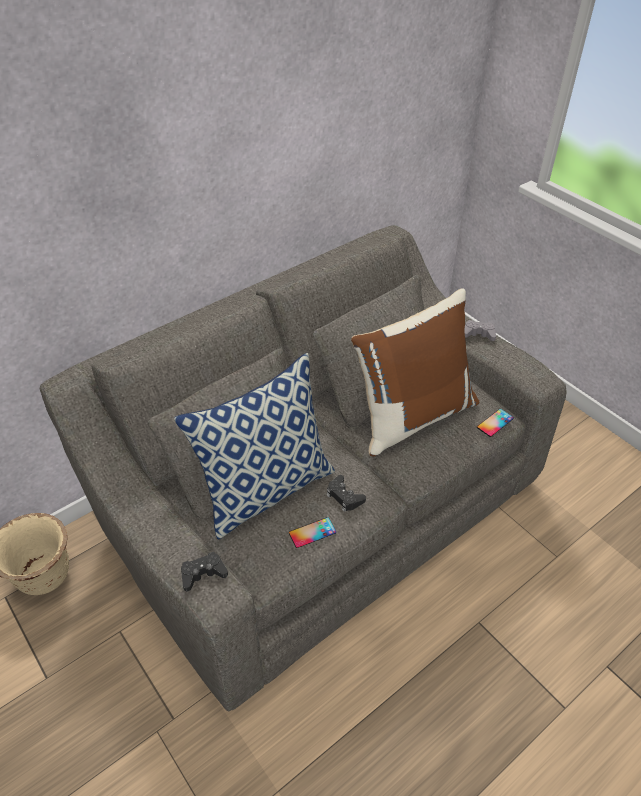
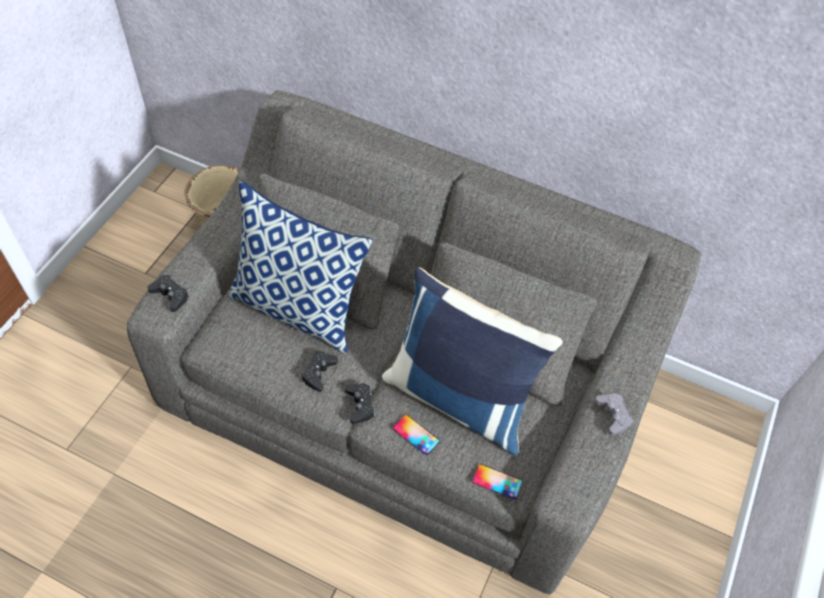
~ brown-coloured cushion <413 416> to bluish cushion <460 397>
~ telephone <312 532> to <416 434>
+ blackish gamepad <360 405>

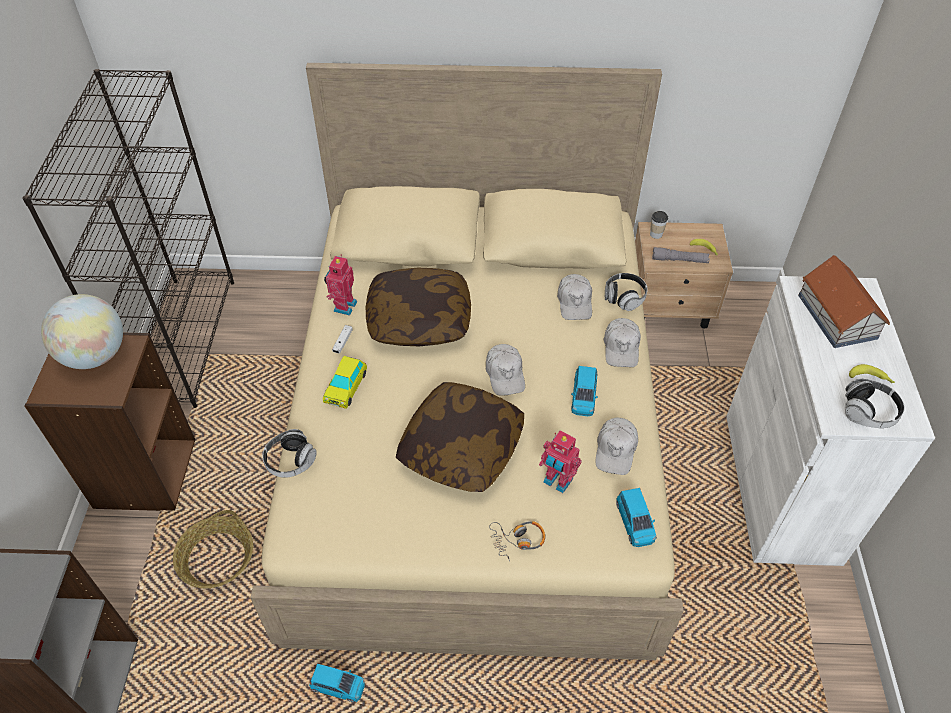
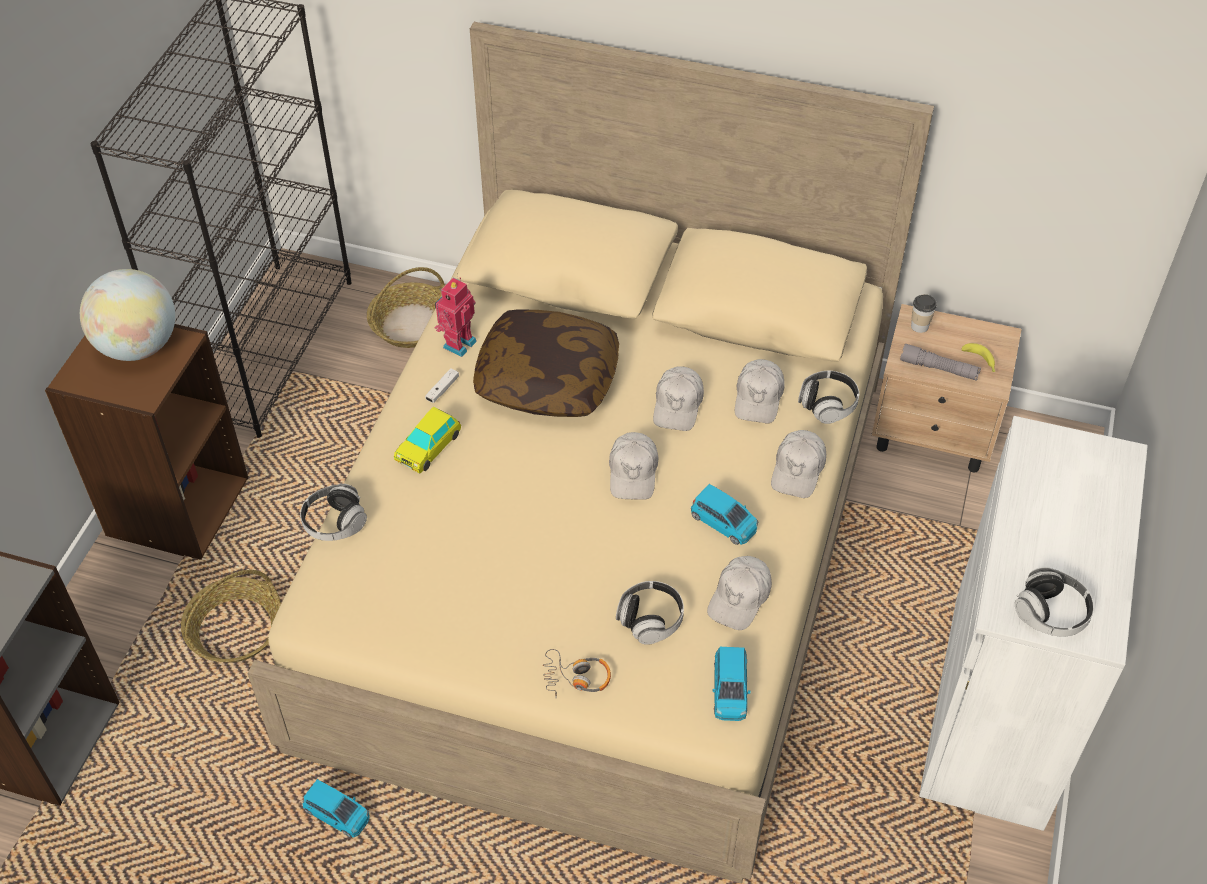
- toy house <837 315>
- banana fruit <870 378>
~ bluish model car <583 397> = <723 523> 75 degrees counterclockwise
- cushion <461 448>
~ model robot <557 482> to pair of headphones <650 620>
+ basket <411 324>
+ white-coloured cap <678 405>

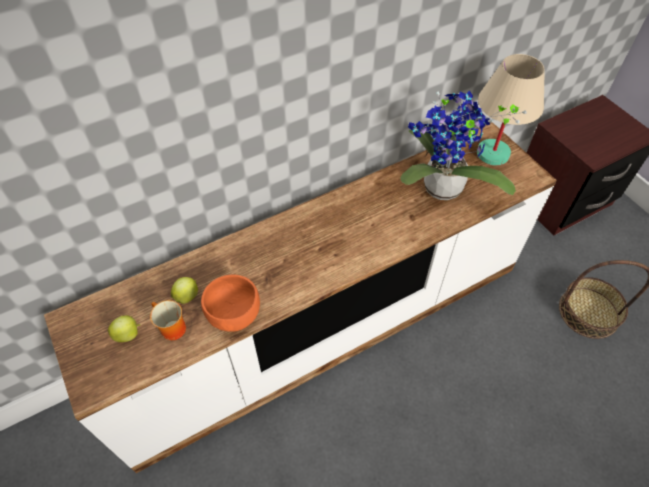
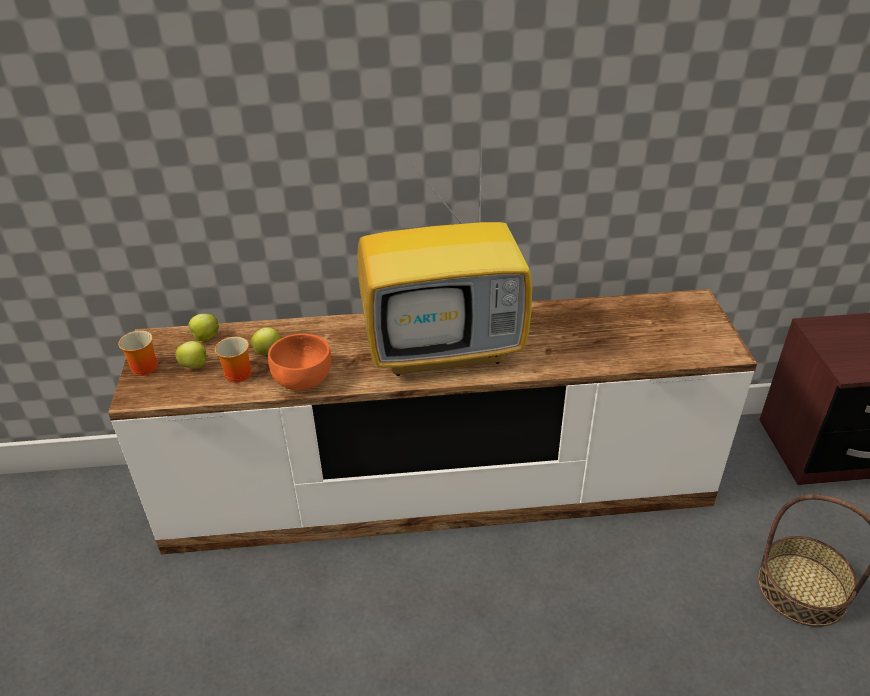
- beige tabletop lamp <492 154>
- plant in a pot <440 191>
+ television <446 348>
+ apple <205 338>
+ coffee mug <141 366>

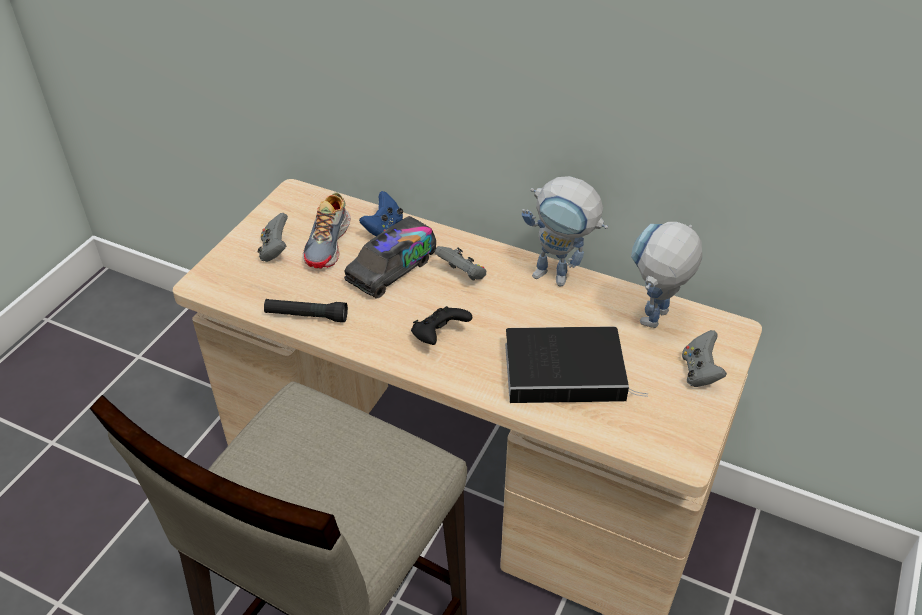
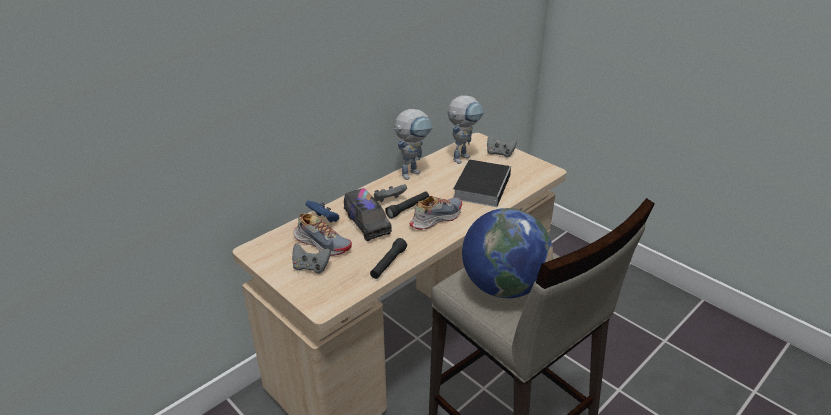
~ model robot <653 324> = <462 156> 105 degrees counterclockwise
~ blackish gamepad <439 336> to shoe <436 218>
+ blackish flashlight <408 209>
+ globe <503 286>

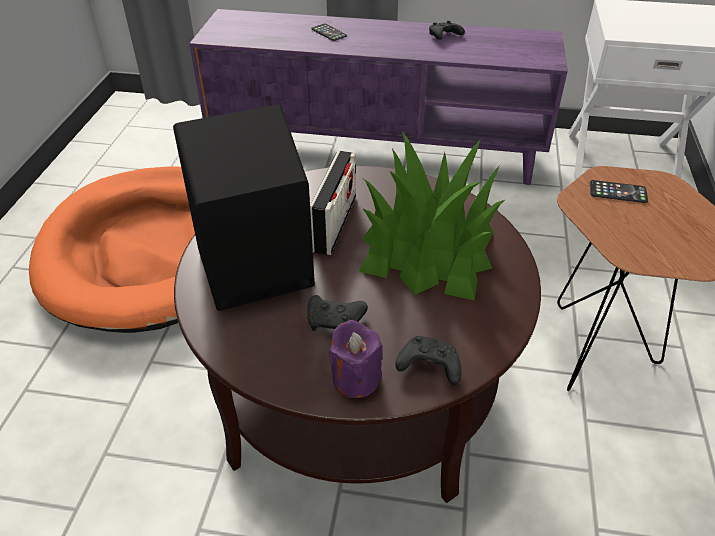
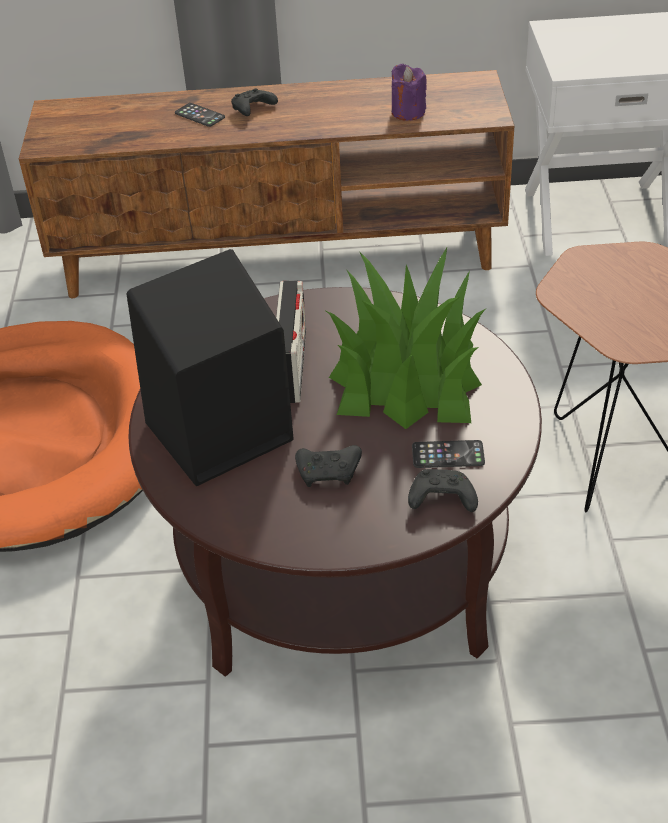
~ purplish tv unit <377 150> to brown-coloured tv unit <281 255>
~ blackish gamepad <444 37> to <252 110>
~ telephone <618 192> to <448 455>
~ purplish candle <355 379> to <408 112>

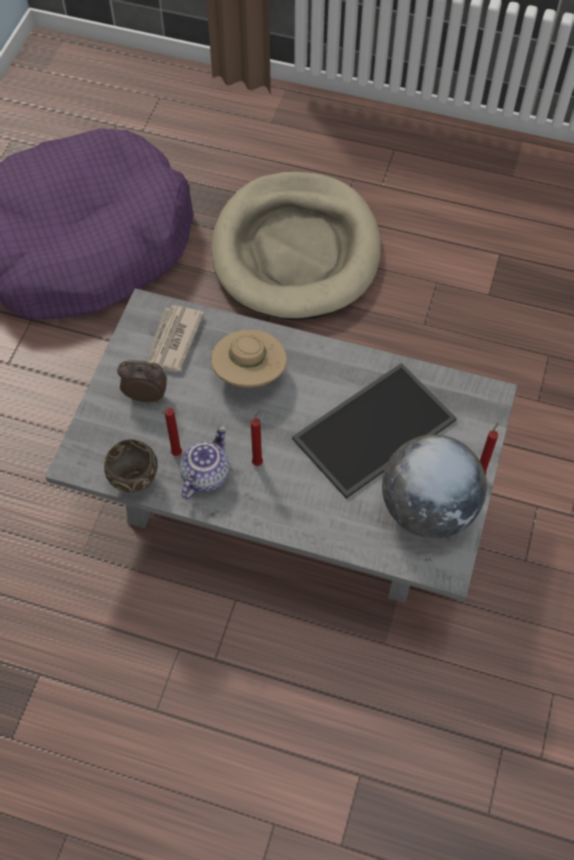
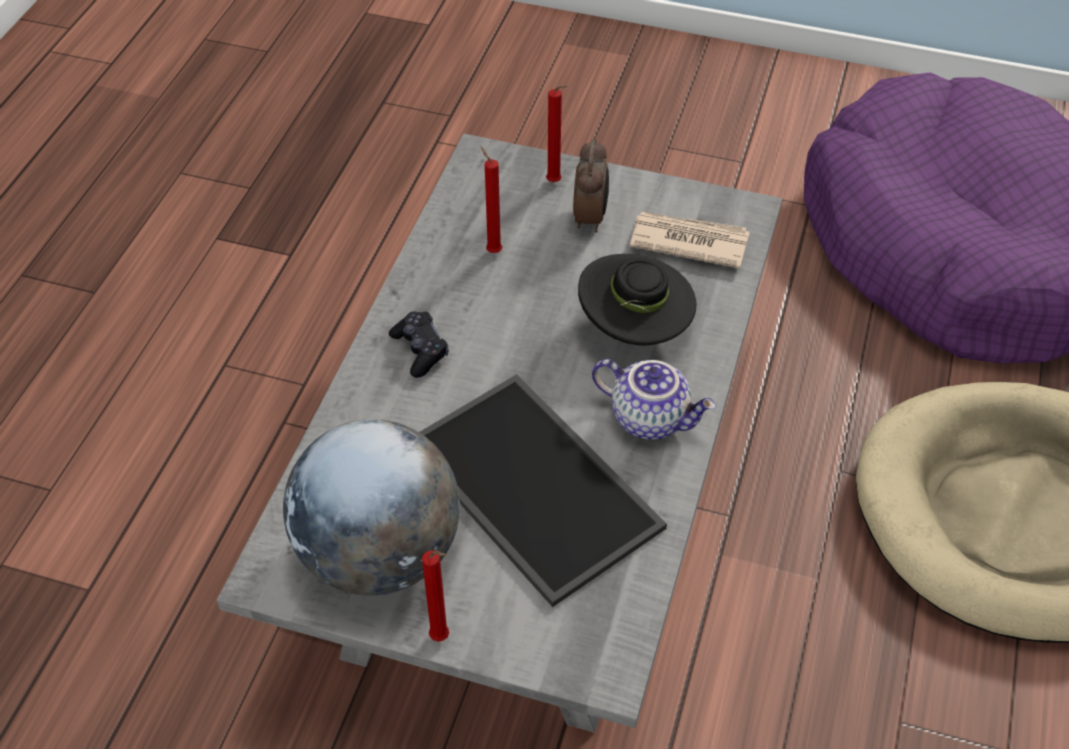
~ beige hat <250 374> to blackish hat <634 328>
~ reddish candle <258 462> to <556 183>
~ pot for tea <205 474> to <651 417>
- brown-coloured bowl <134 481>
+ blackish gamepad <420 350>

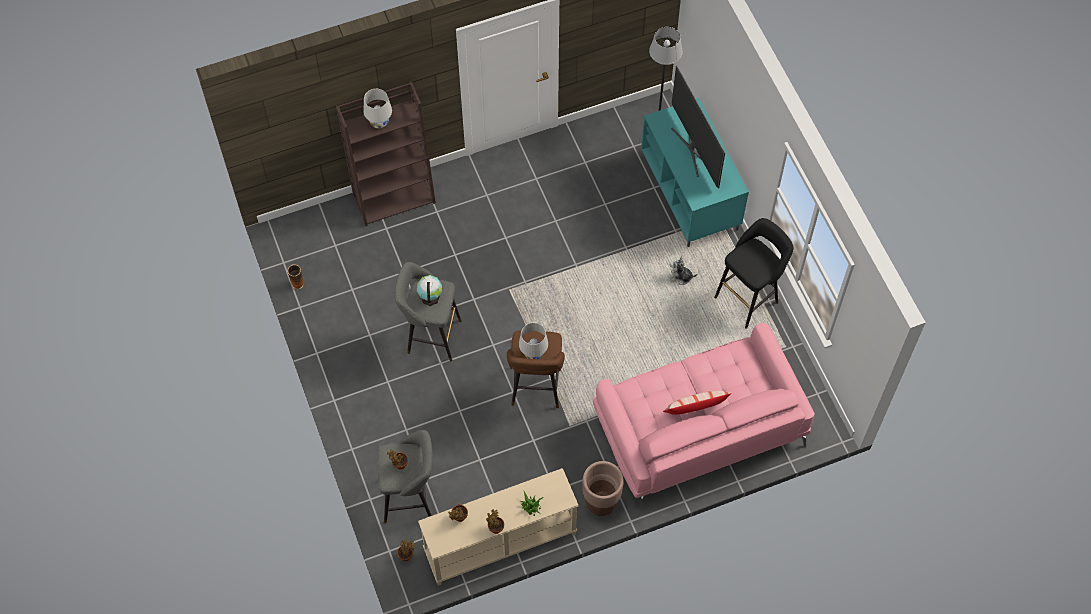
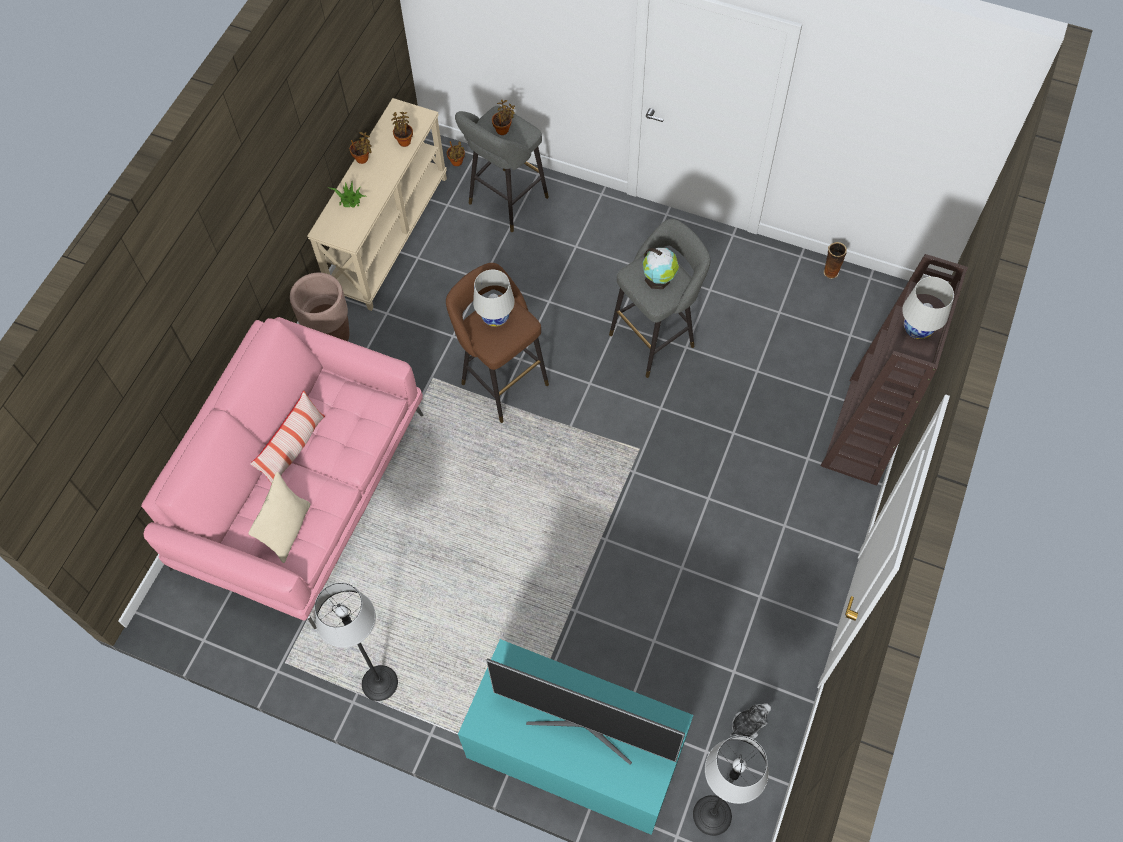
~ blackish stool seat <749 298> to standard lamp <379 683>
~ cuddly toy <680 277> to <747 724>
+ beige cushion <288 530>

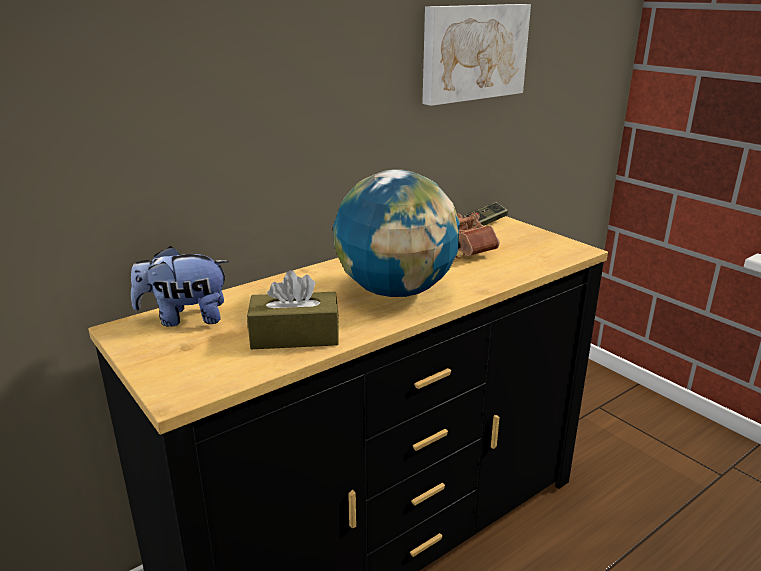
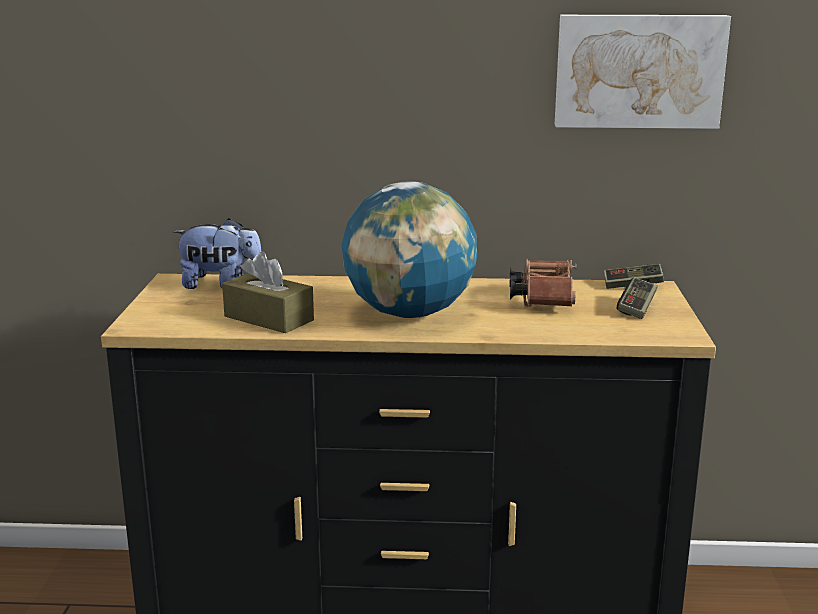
~ cuddly toy <185 318> = <221 285> 150 degrees clockwise
+ gamepad <636 308>

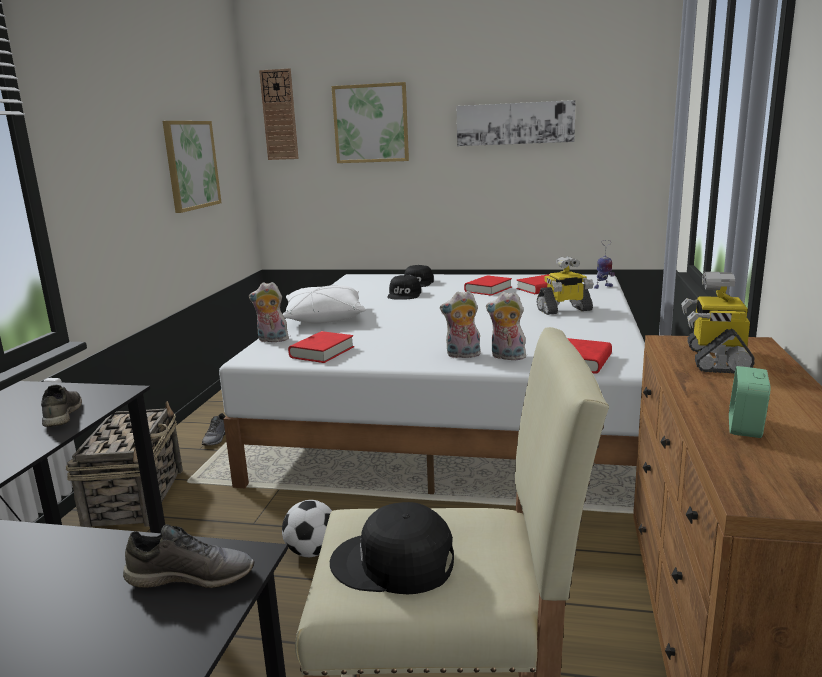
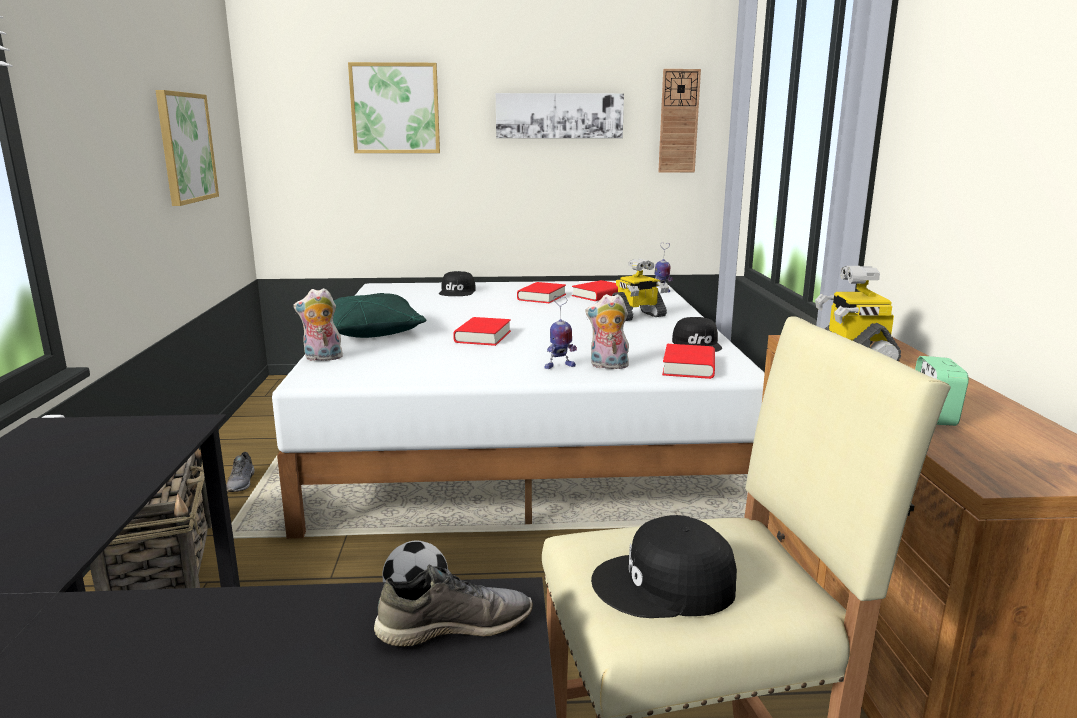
~ wall clock <279 115> to <678 121>
~ blackish cap <405 294> to <697 344>
~ white-coloured cushion <324 318> to green-coloured cushion <371 331>
~ cuddly toy <462 355> to model robot <559 366>
~ reddish volume <322 352> to <483 337>
- greyish shoe <61 415>

